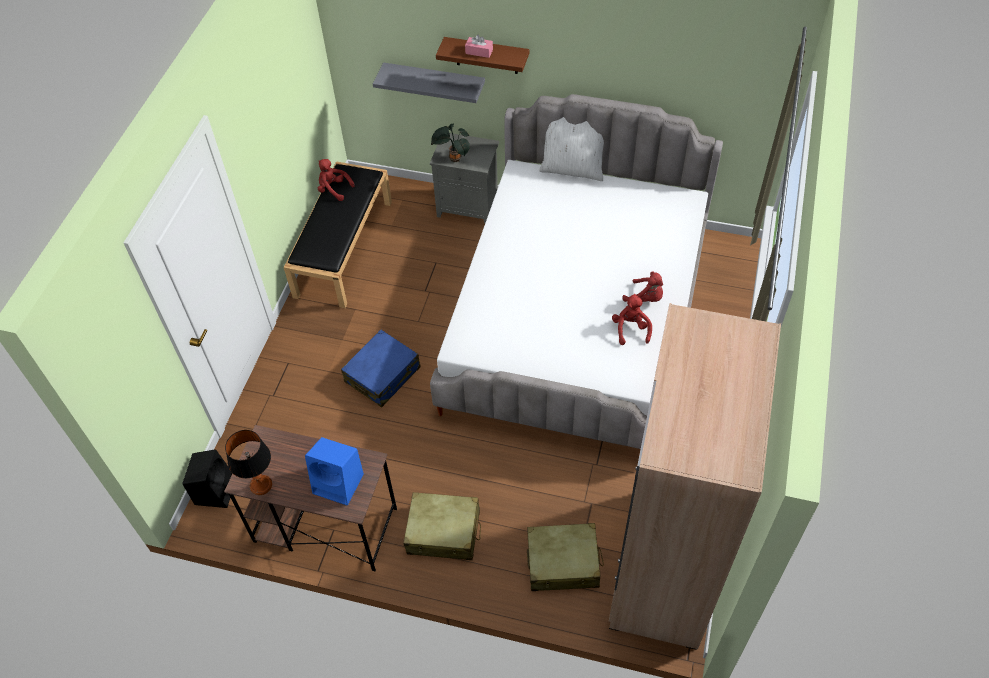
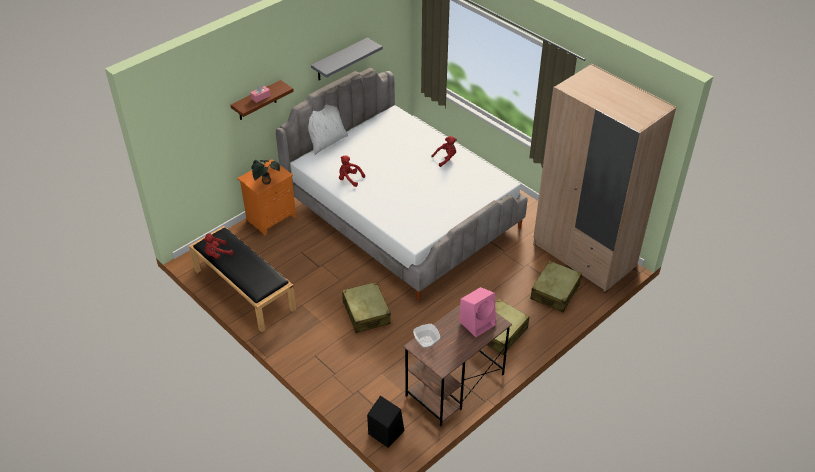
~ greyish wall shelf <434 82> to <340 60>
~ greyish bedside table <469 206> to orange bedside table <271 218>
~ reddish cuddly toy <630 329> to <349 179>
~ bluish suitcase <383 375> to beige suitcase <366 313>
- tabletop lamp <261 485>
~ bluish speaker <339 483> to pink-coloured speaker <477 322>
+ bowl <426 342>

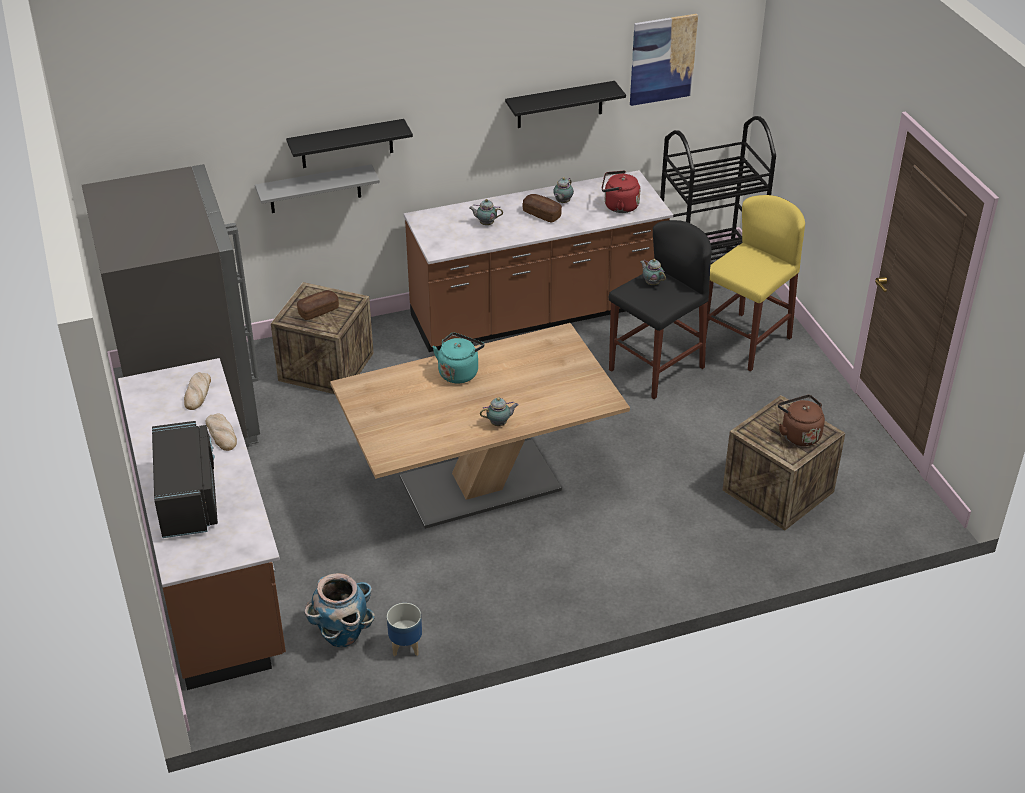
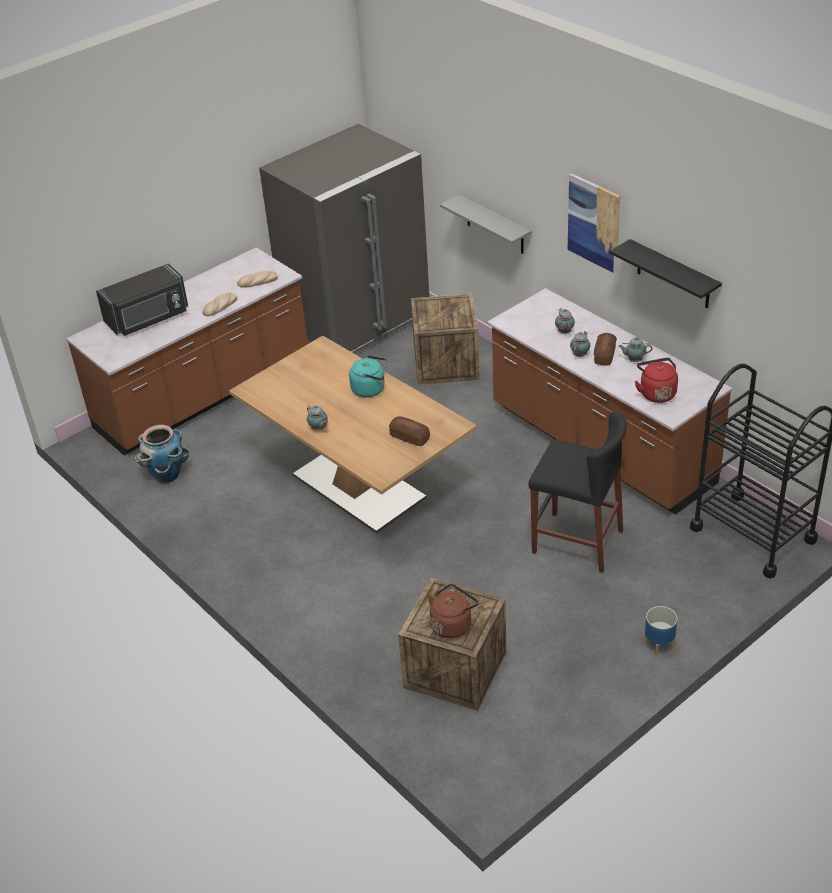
~ wall art <662 59> to <594 223>
- blackish wall shelf <347 144>
- yellow-coloured stool seat <745 342>
~ pot for tea <651 283> to <580 354>
~ baked bread <318 311> to <409 437>
~ flower pot <406 646> to <659 645>

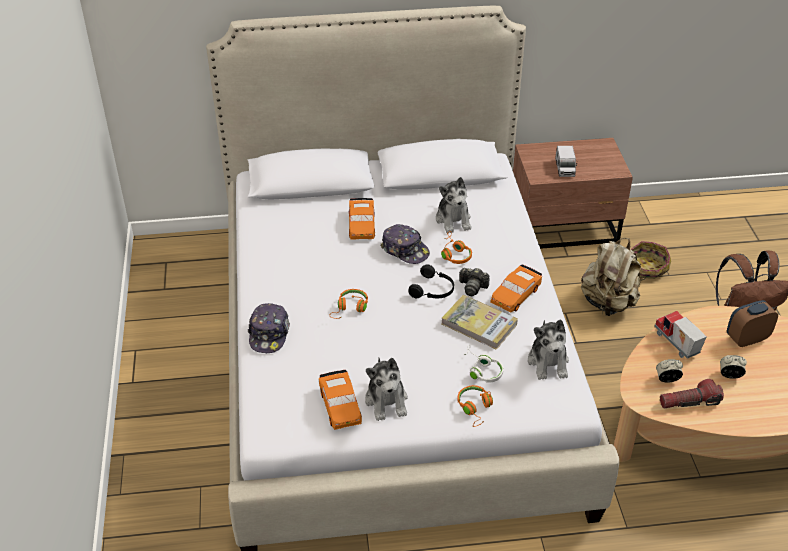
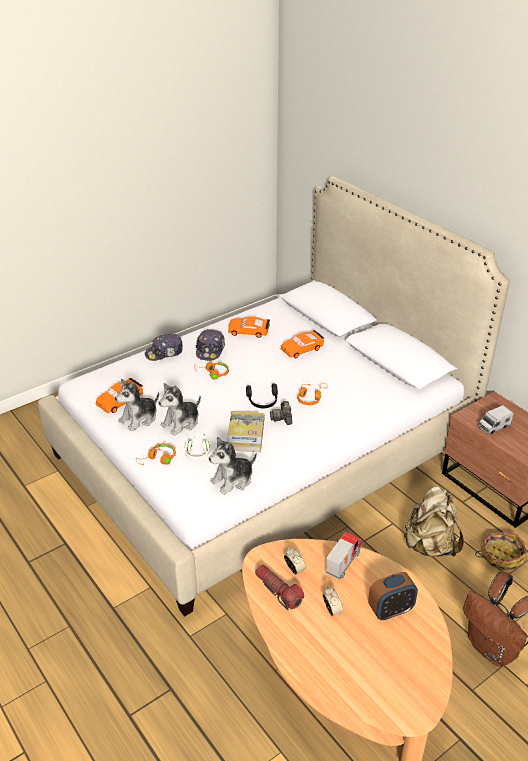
~ cuddly toy <453 220> to <181 423>
~ cap <405 250> to <210 350>
~ orange model car <515 294> to <249 331>
~ bedside clock <746 339> = <390 610> 120 degrees clockwise

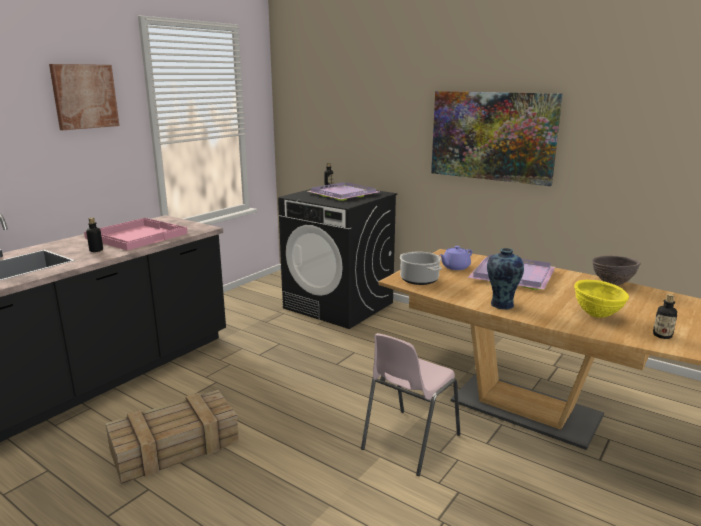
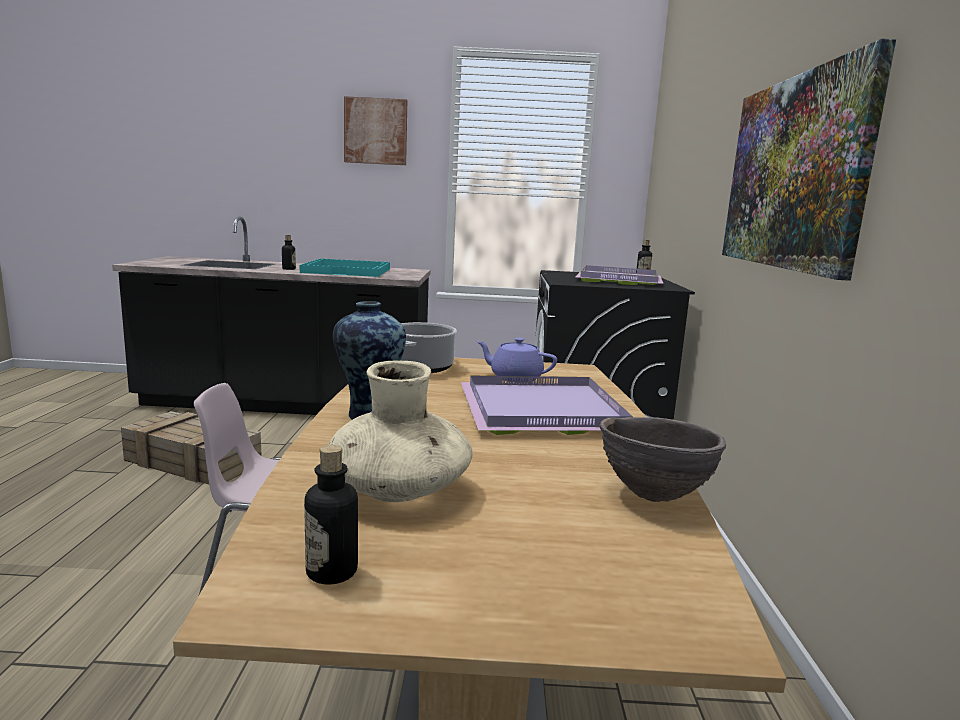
~ pink-coloured serving tray <137 235> to blue-green serving tray <348 270>
~ yellow-coloured bowl <597 316> to beige vase <399 490>

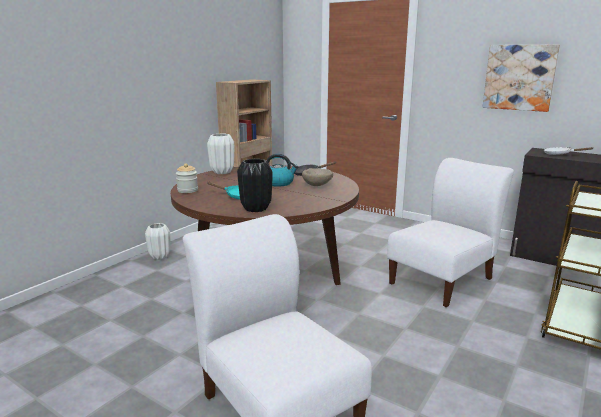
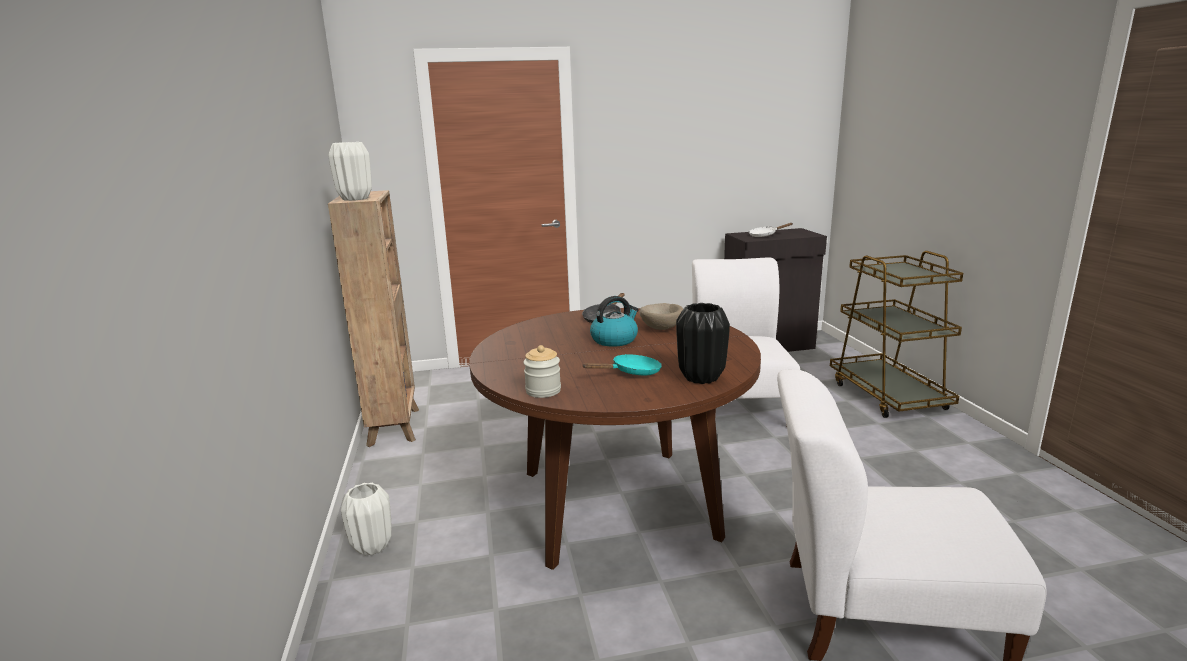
- wall art <519 77>
~ white-coloured vase <222 172> to <355 199>

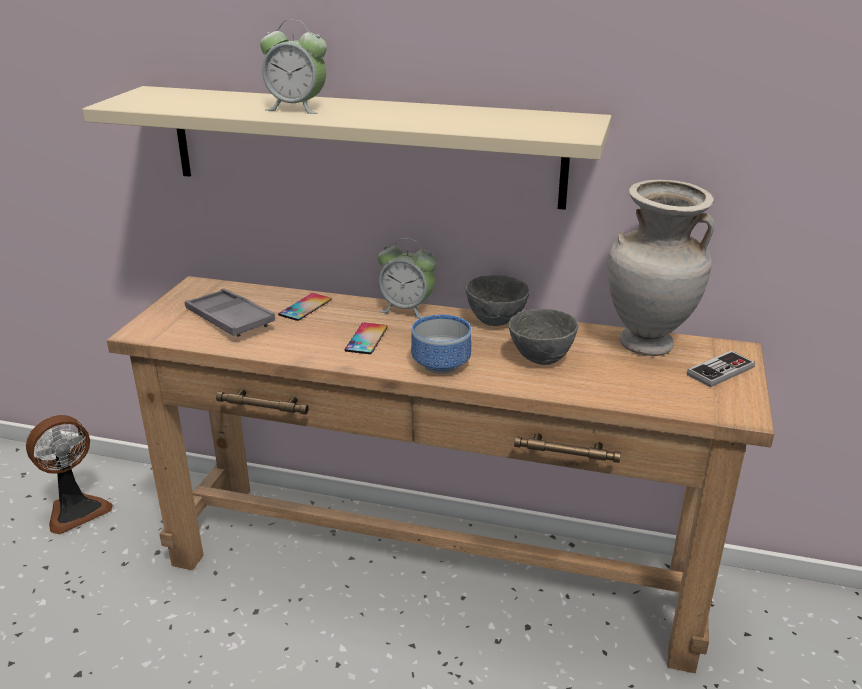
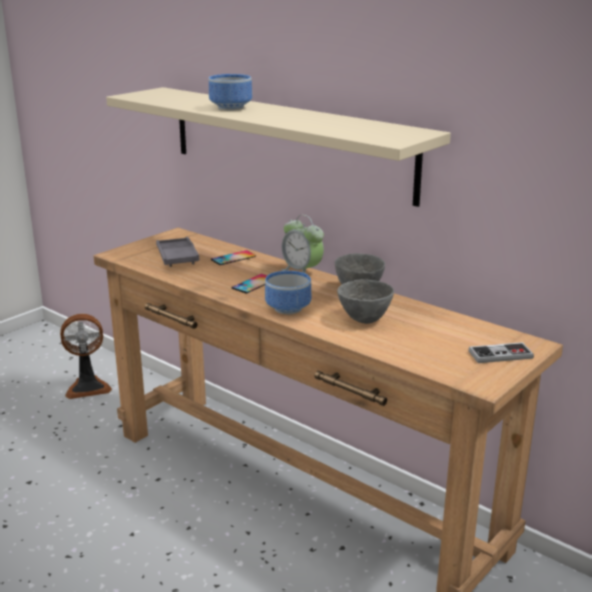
~ bedside clock <297 108> to bowl <233 108>
- beige vase <646 346>

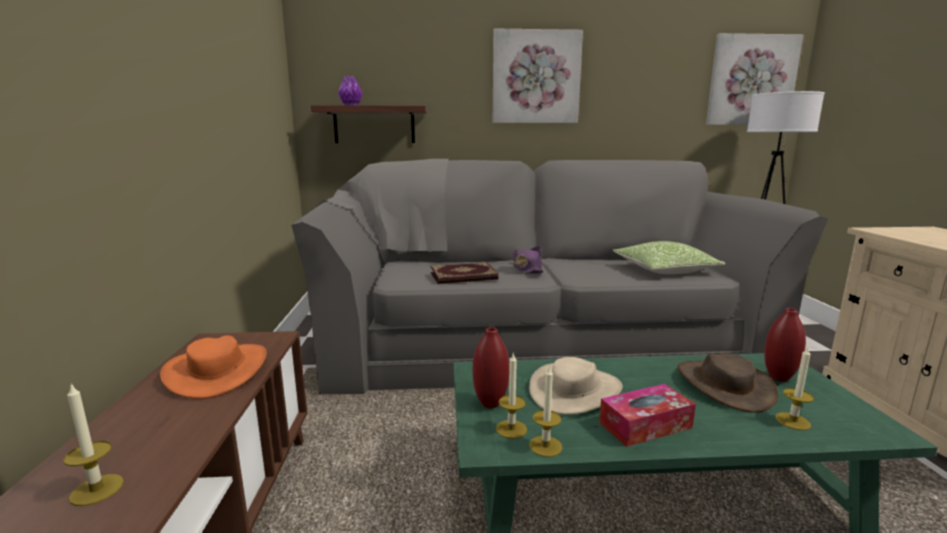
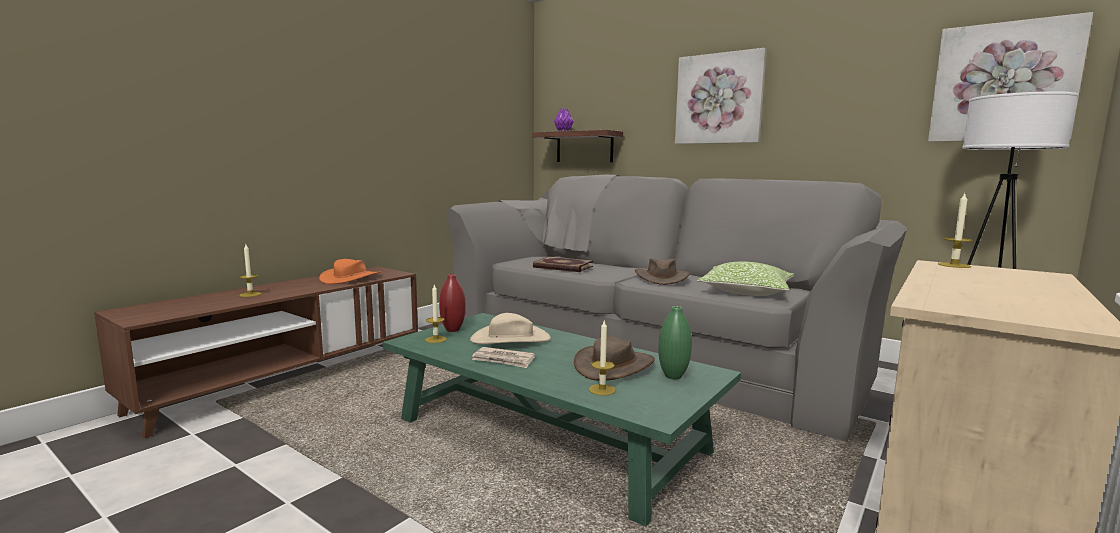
- purplish hat <527 268>
~ reddish vase <779 378> to green-coloured vase <673 376>
~ candle <545 446> to <954 265>
~ tissue holder <645 425> to newspaper <503 360>
+ brown-coloured hat <661 278>

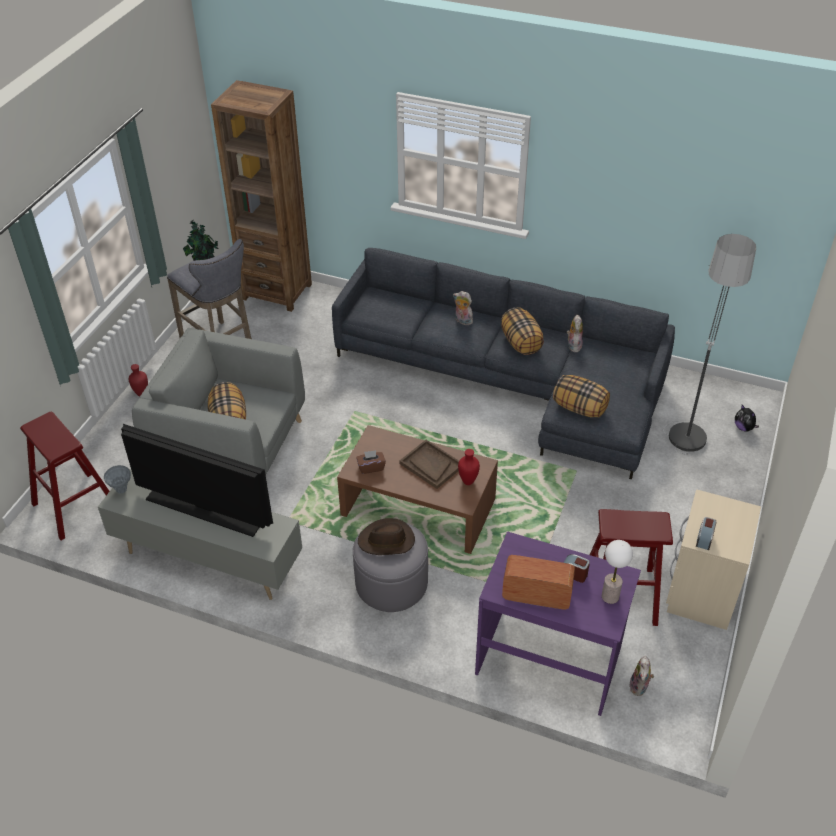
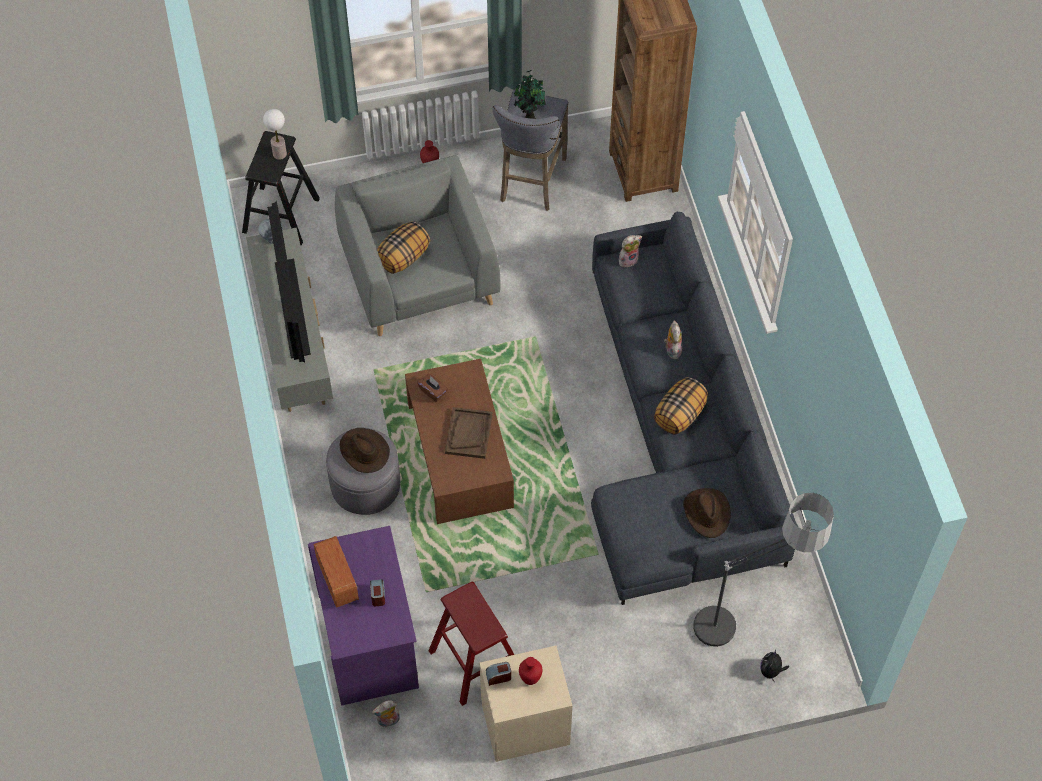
~ cuddly toy <573 345> to <628 259>
- cushion <580 408>
~ reddish stool seat <75 505> to blackish stool seat <281 215>
~ reddish vase <468 482> to <530 680>
~ tabletop lamp <610 596> to <279 153>
+ brown-coloured hat <707 513>

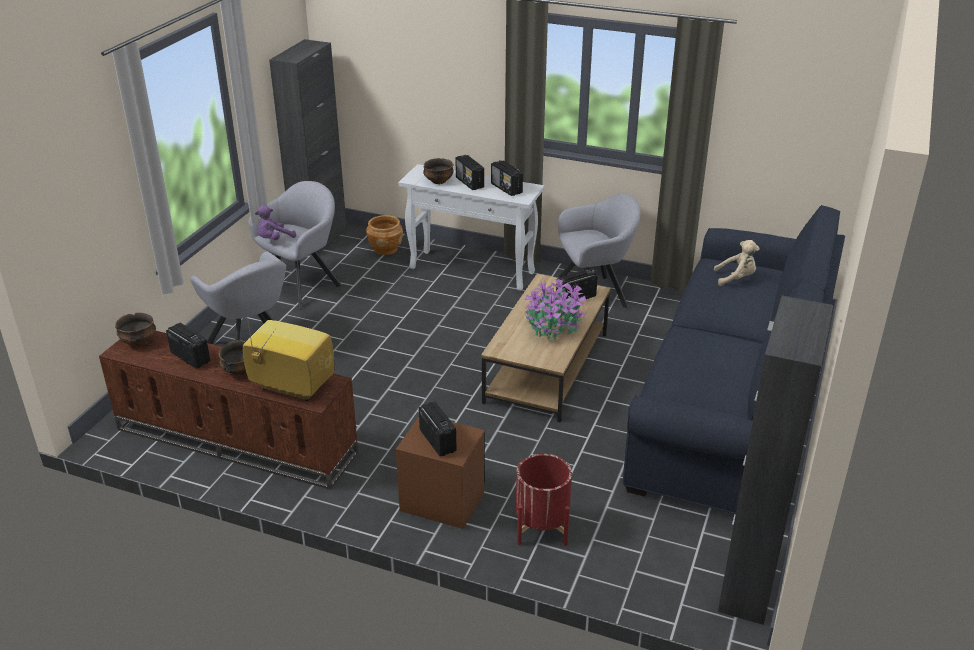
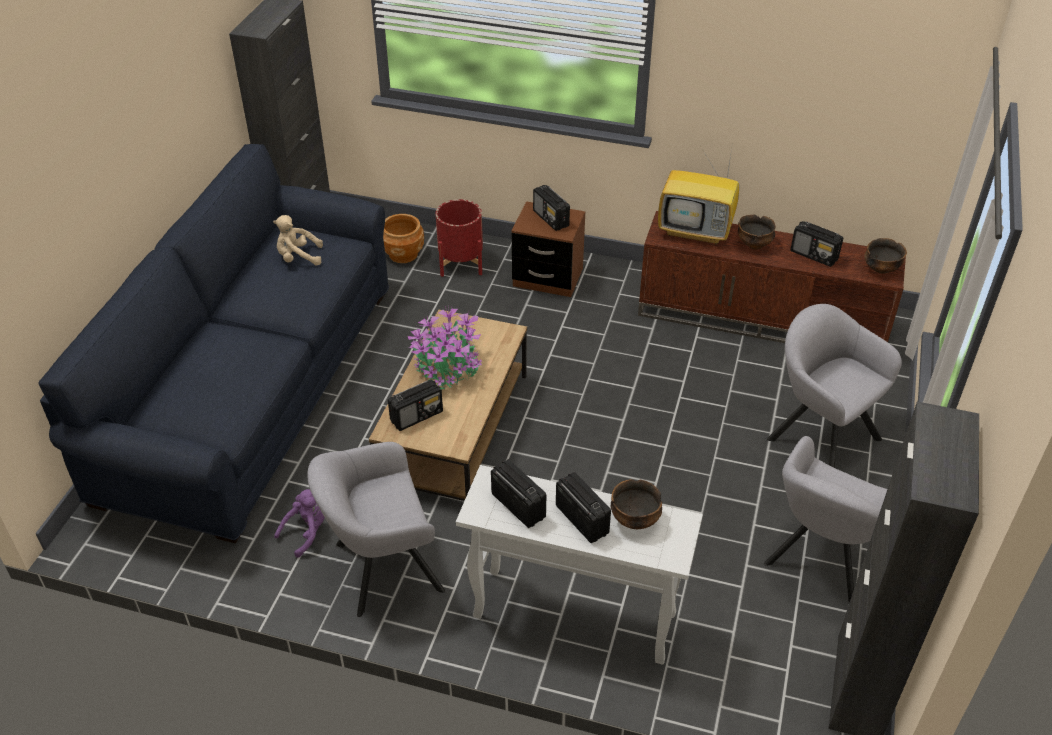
~ purplish cuddly toy <274 239> to <306 533>
~ brown-coloured flower pot <385 249> to <403 254>
~ beige cuddly toy <736 278> to <298 257>

